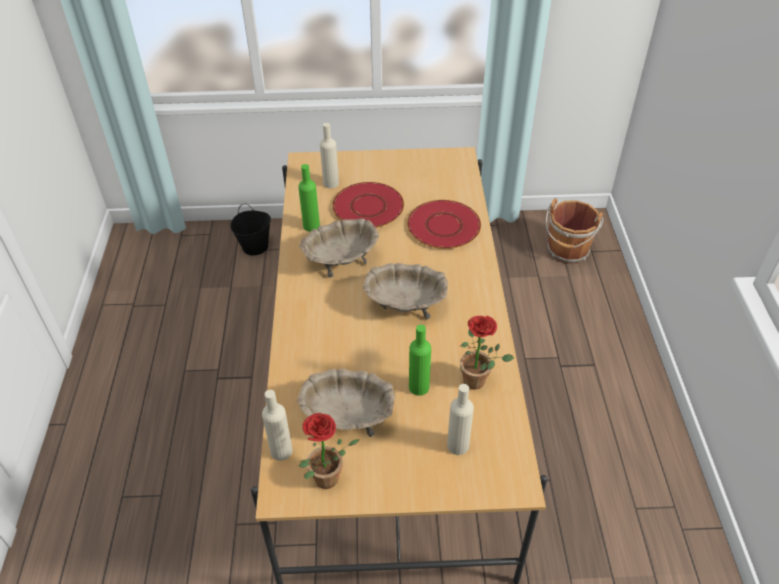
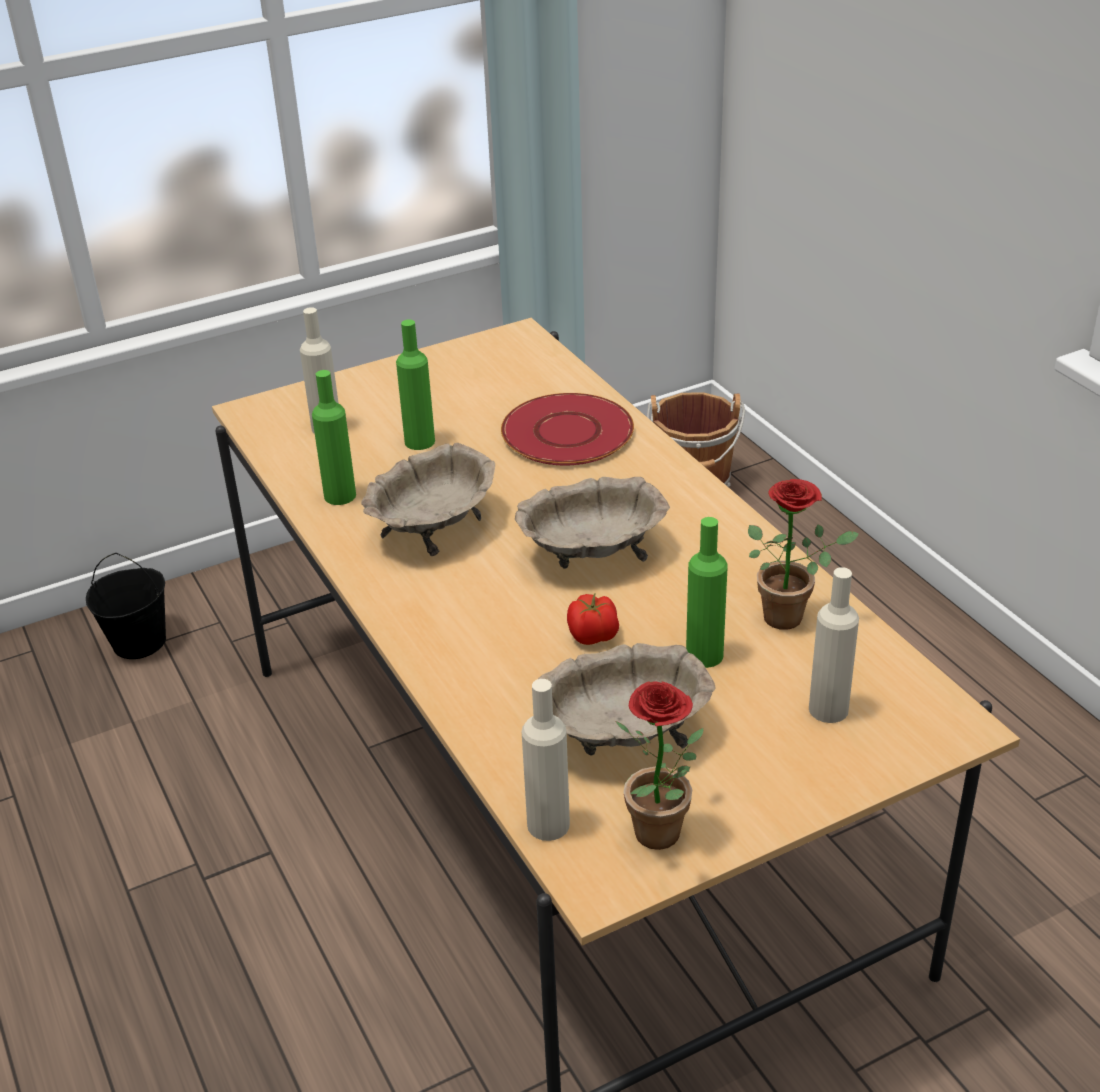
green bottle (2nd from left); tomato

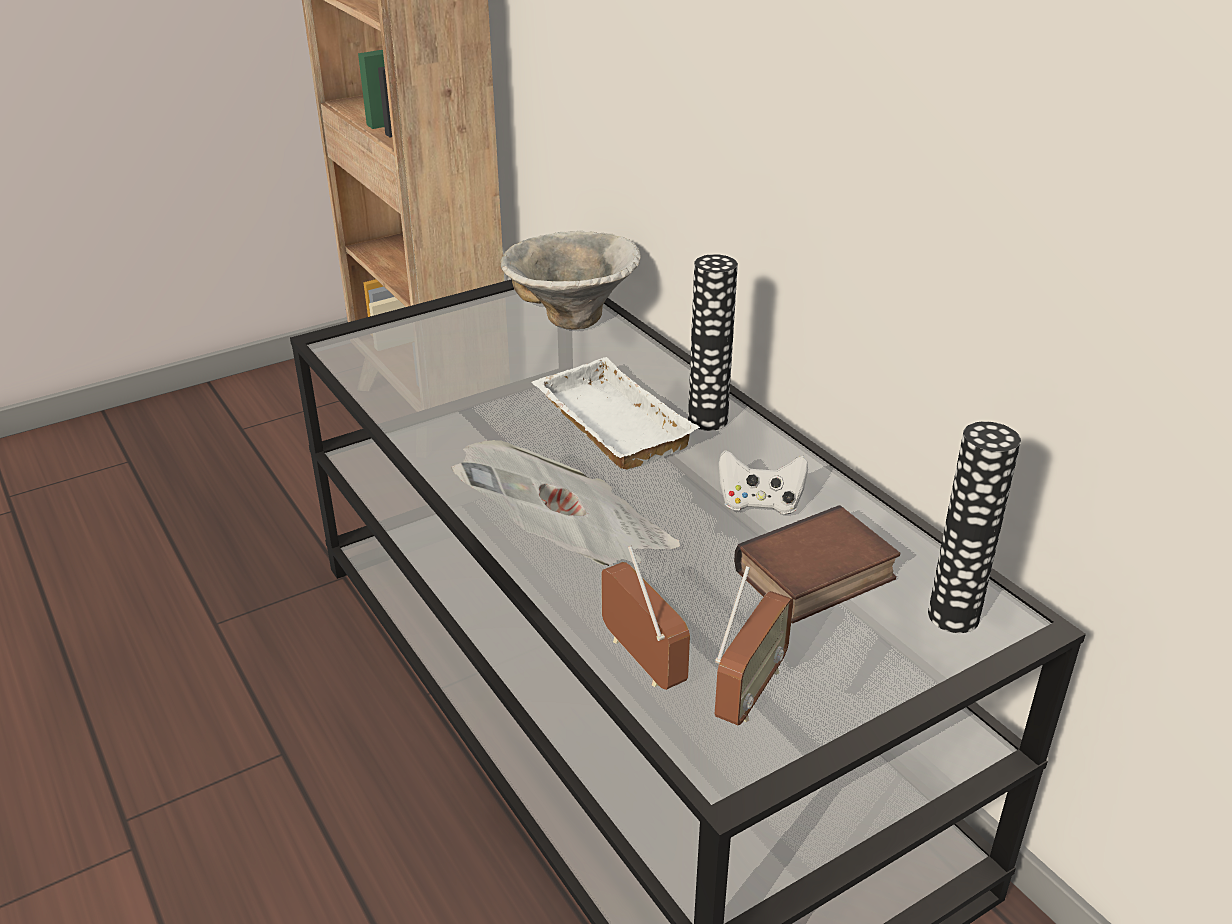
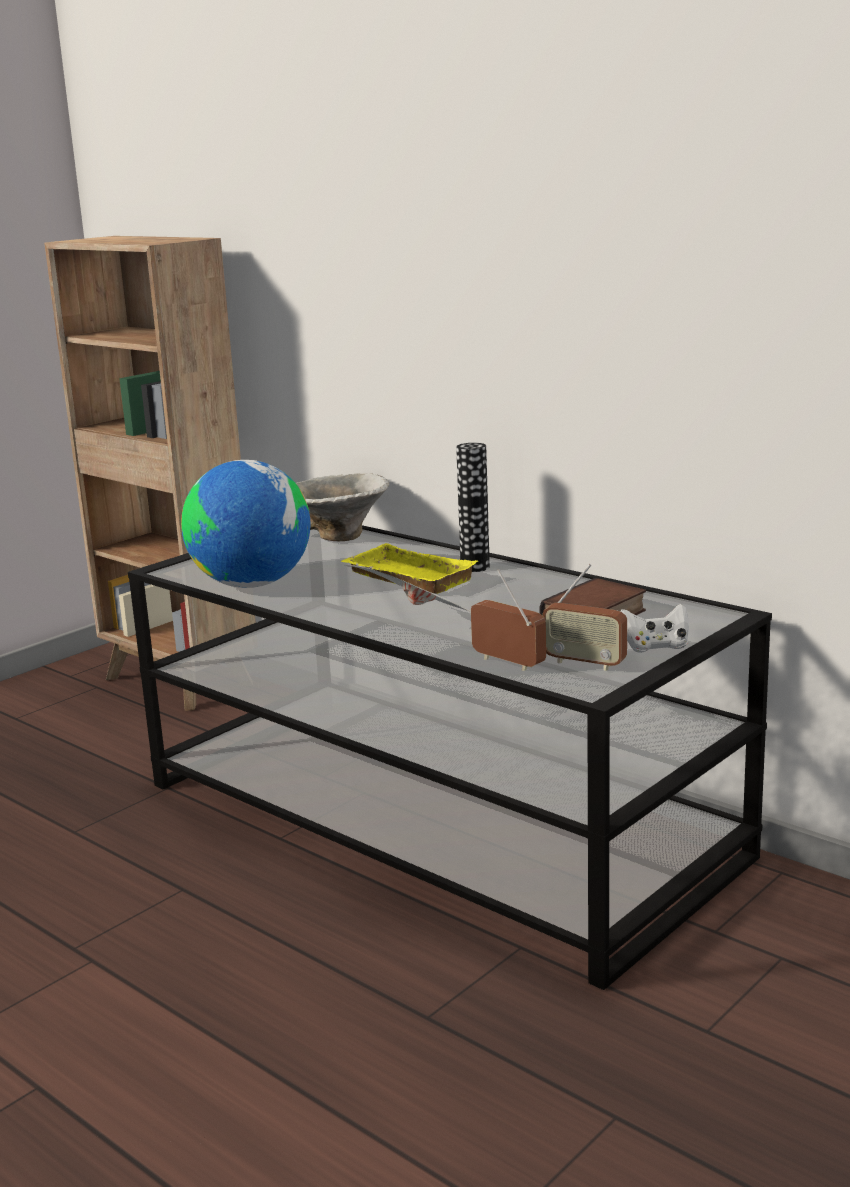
globe; yellow tray; radio (2nd from left); white game controller; vase (2nd from left in the first image)

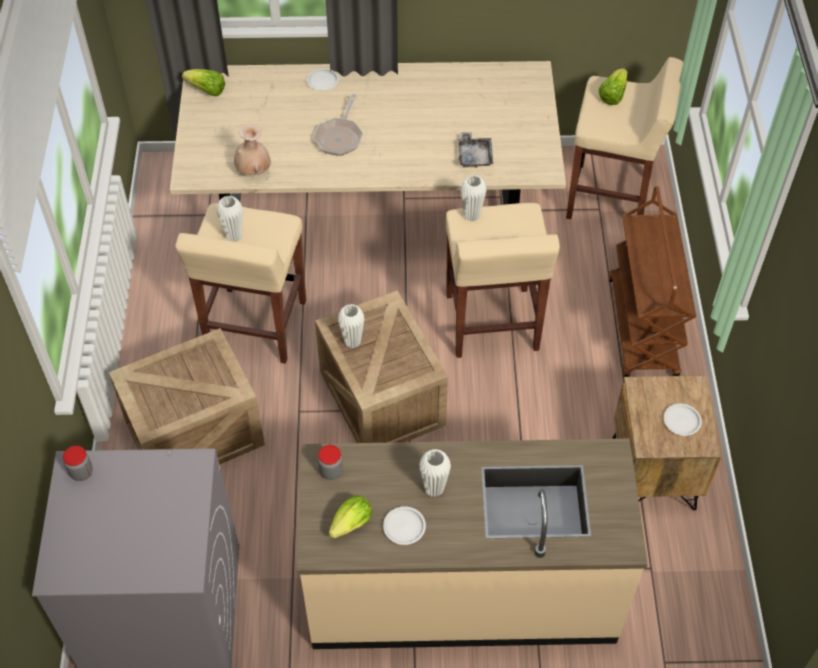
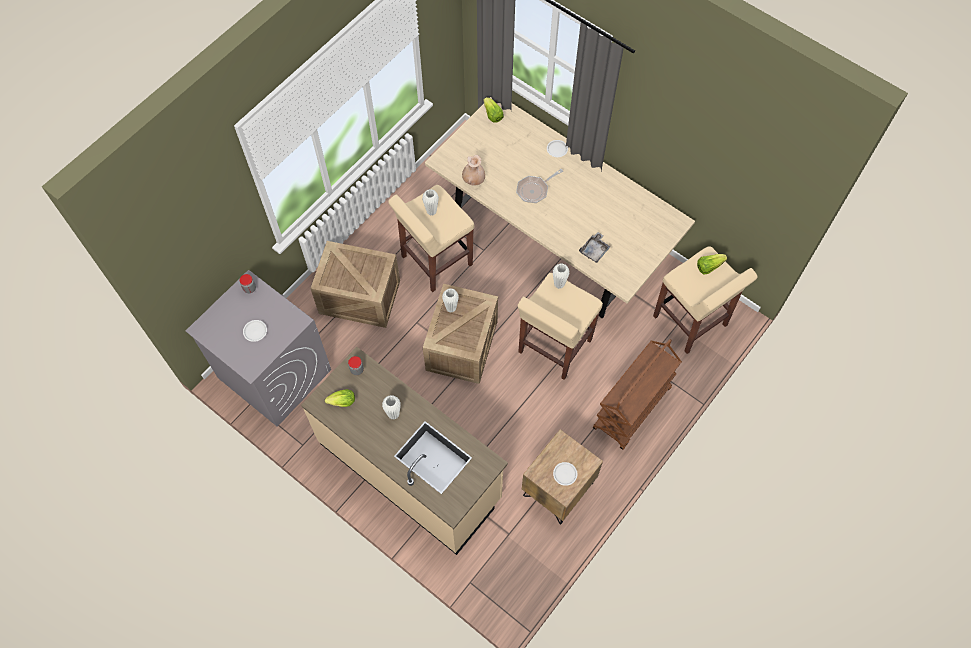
white plate (1st from left)

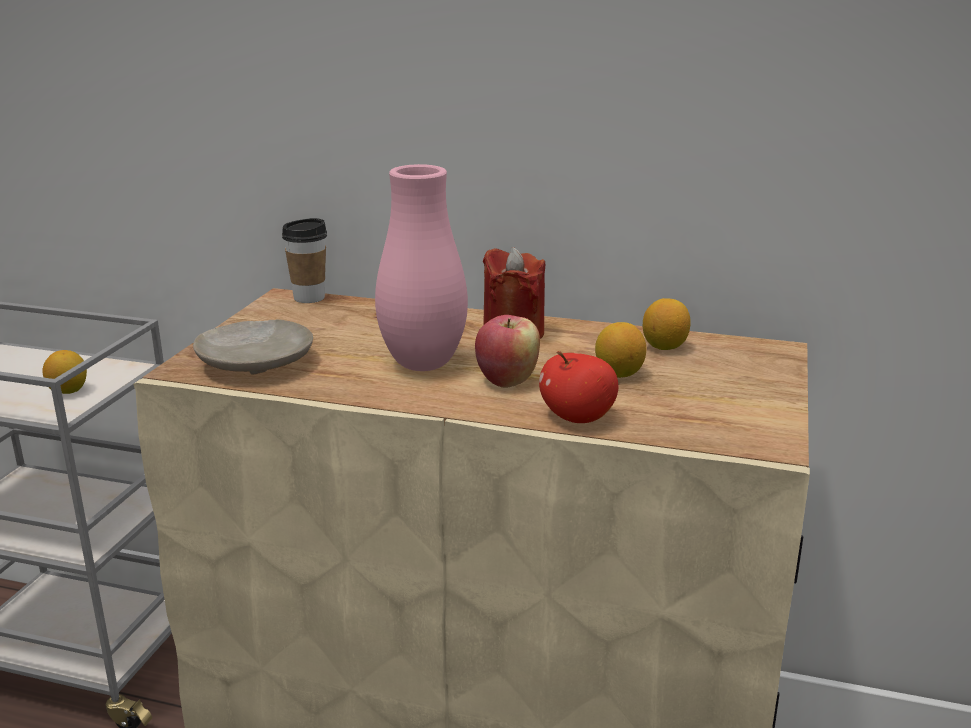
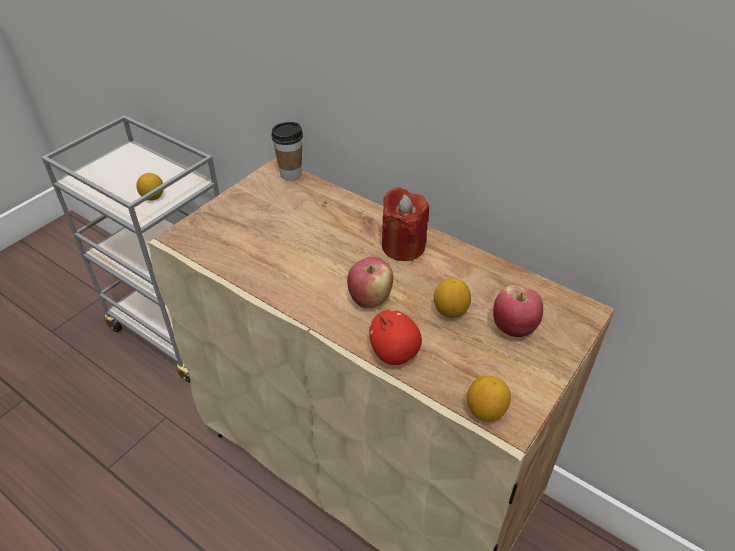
lemon (3rd from left); apple (3rd from left); beige plate; pink vase

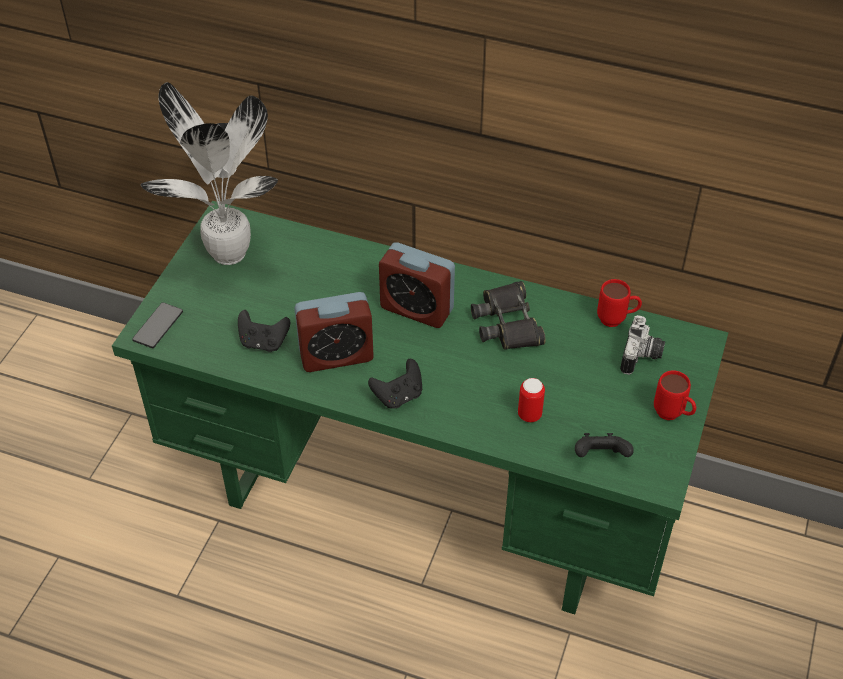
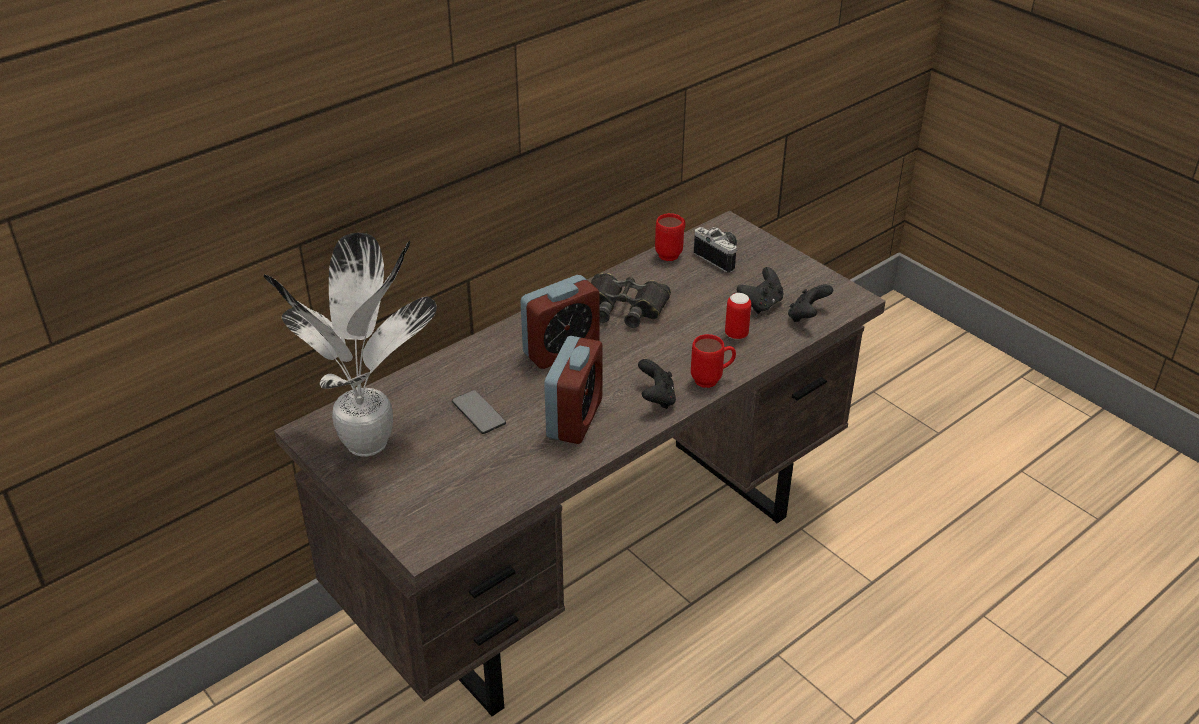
brown desk; phone; red mug (2nd from left); black game controller (2nd from left)

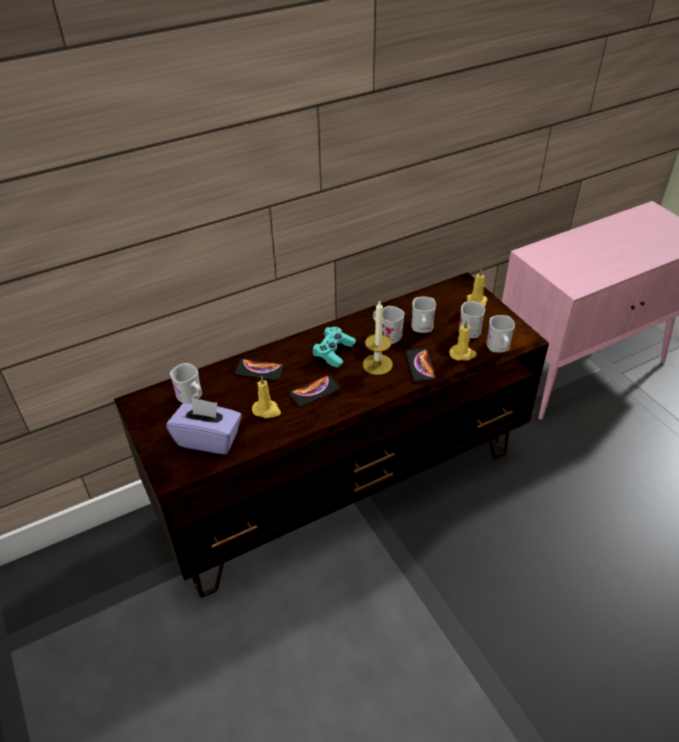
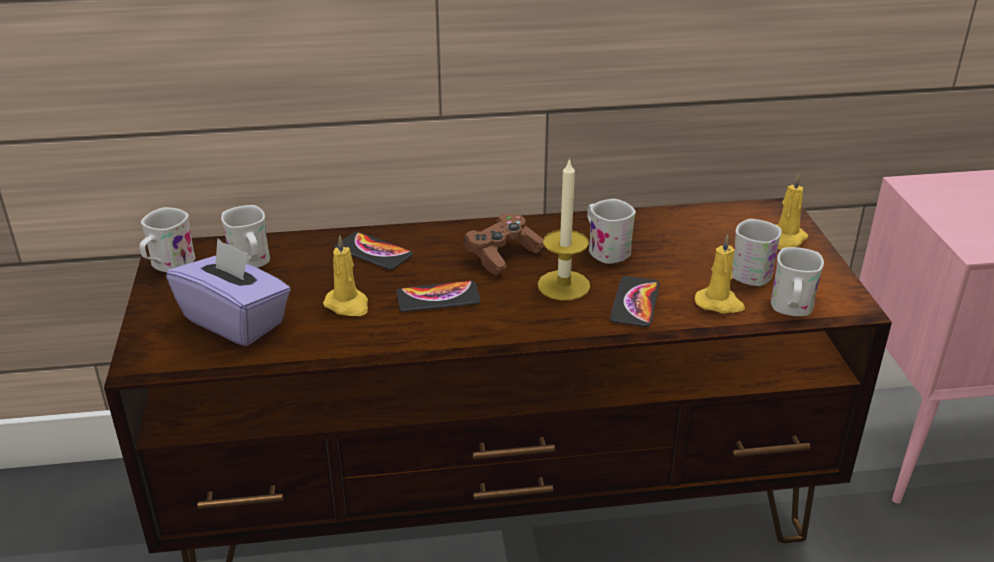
white mug (1st from left); brown game controller

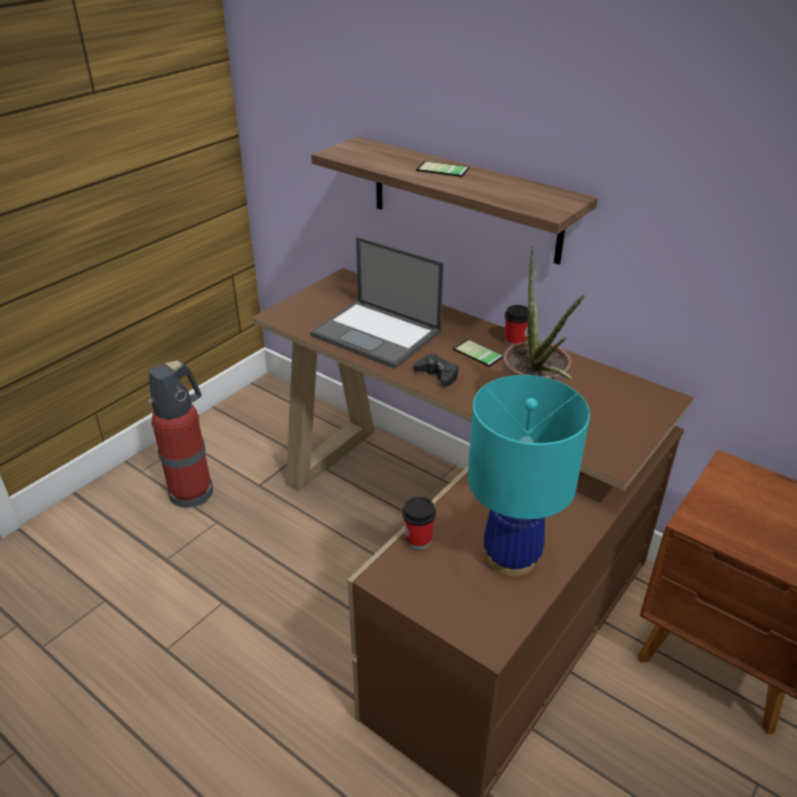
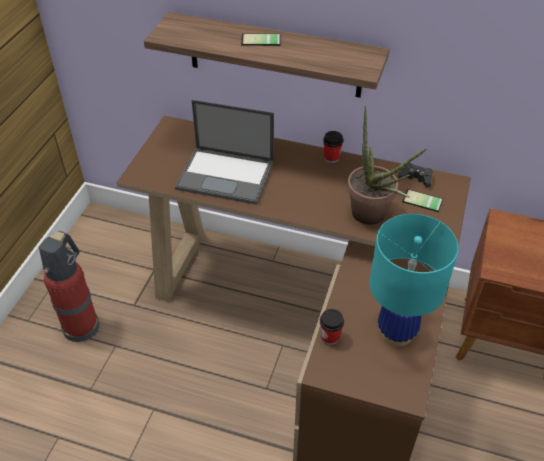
black game controller; phone (2nd from left)

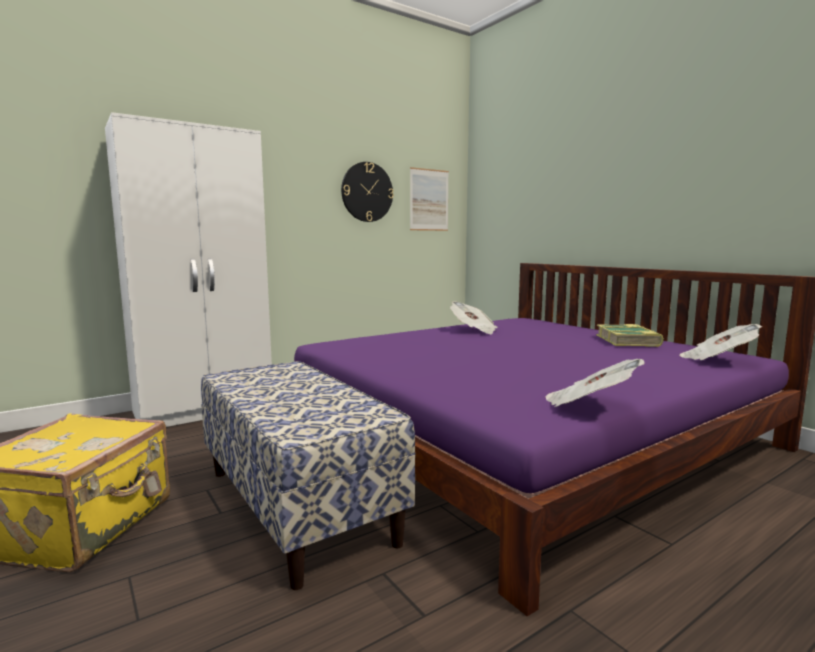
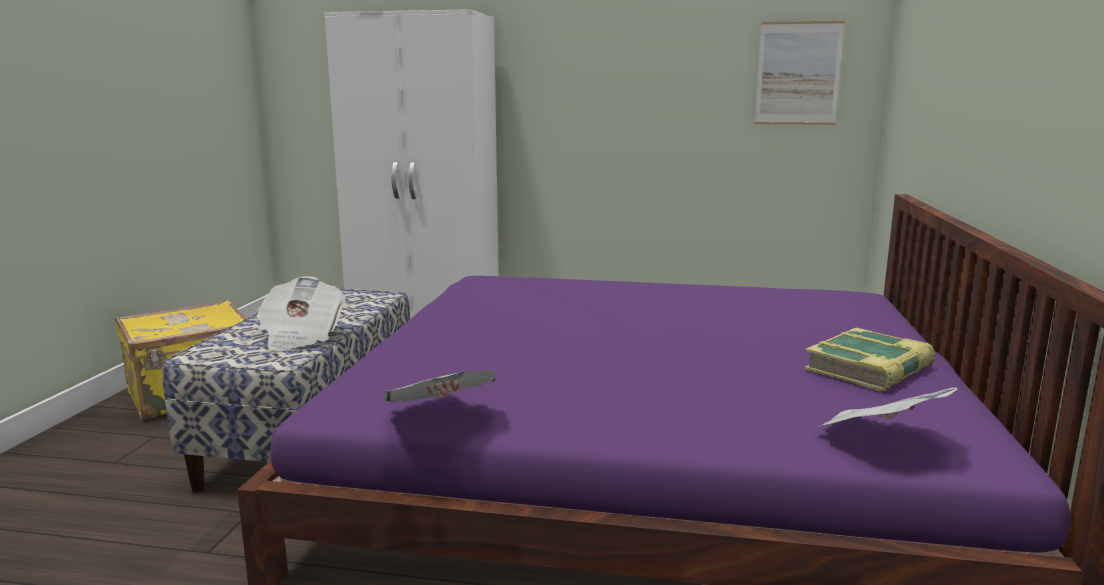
newspaper (1st from left); wall clock

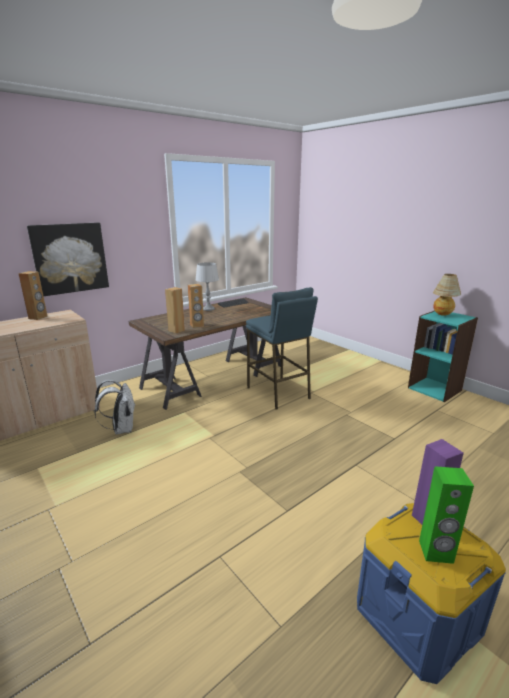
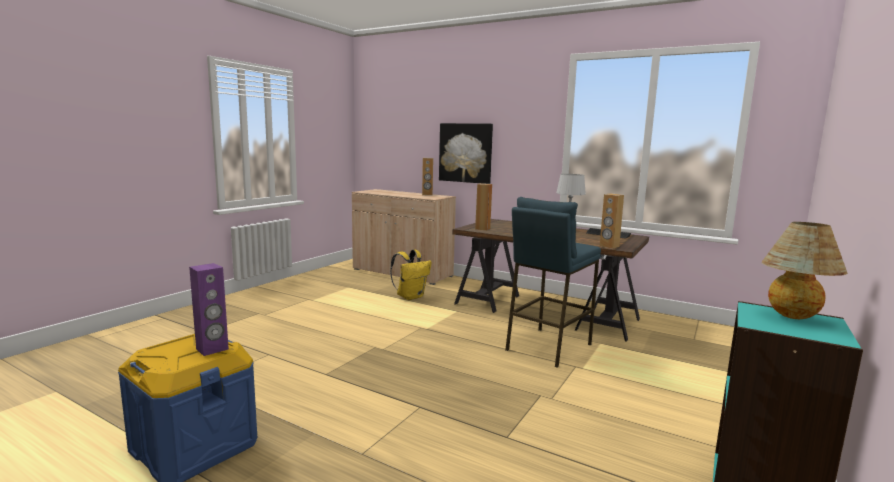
yellow backpack; brown speaker (3rd from left); green speaker

